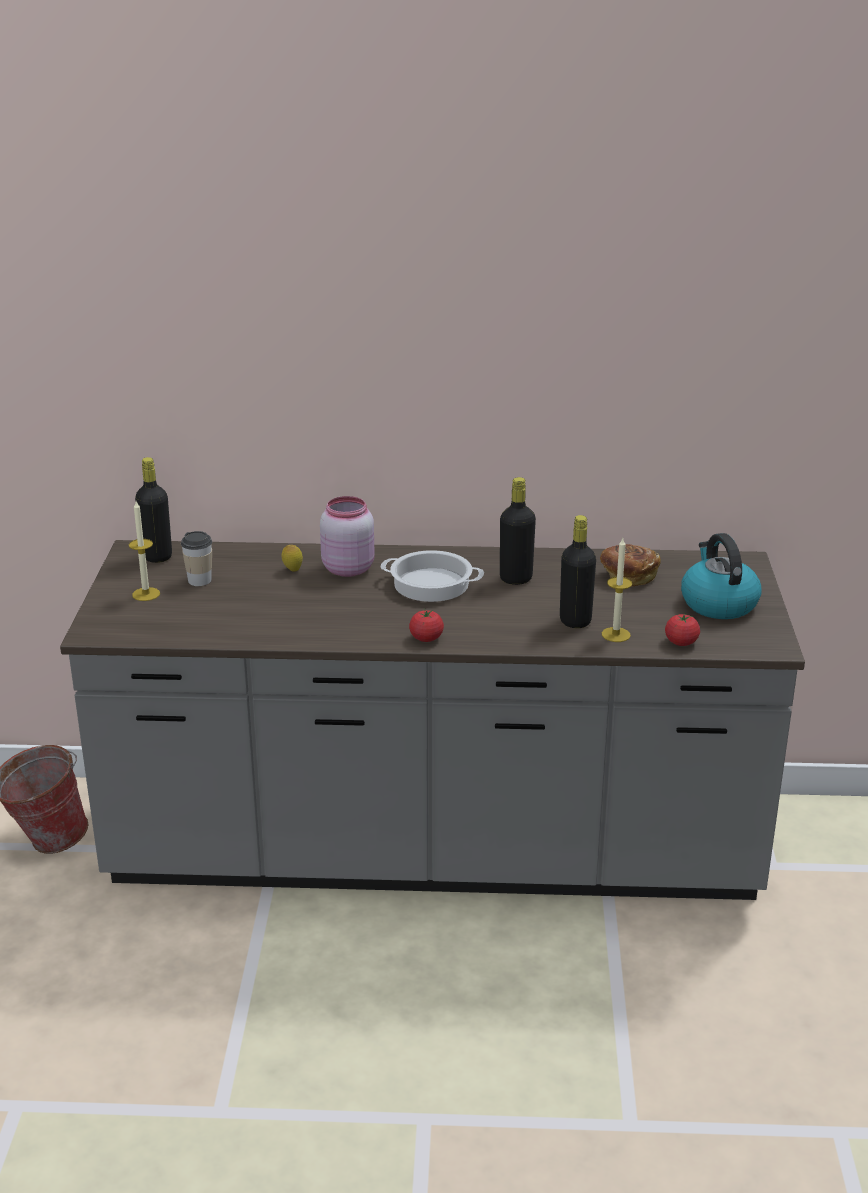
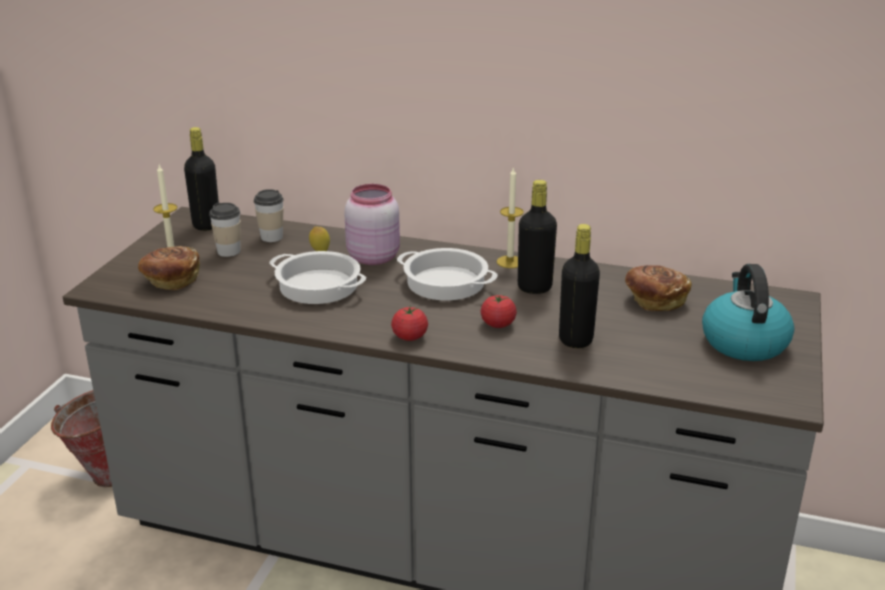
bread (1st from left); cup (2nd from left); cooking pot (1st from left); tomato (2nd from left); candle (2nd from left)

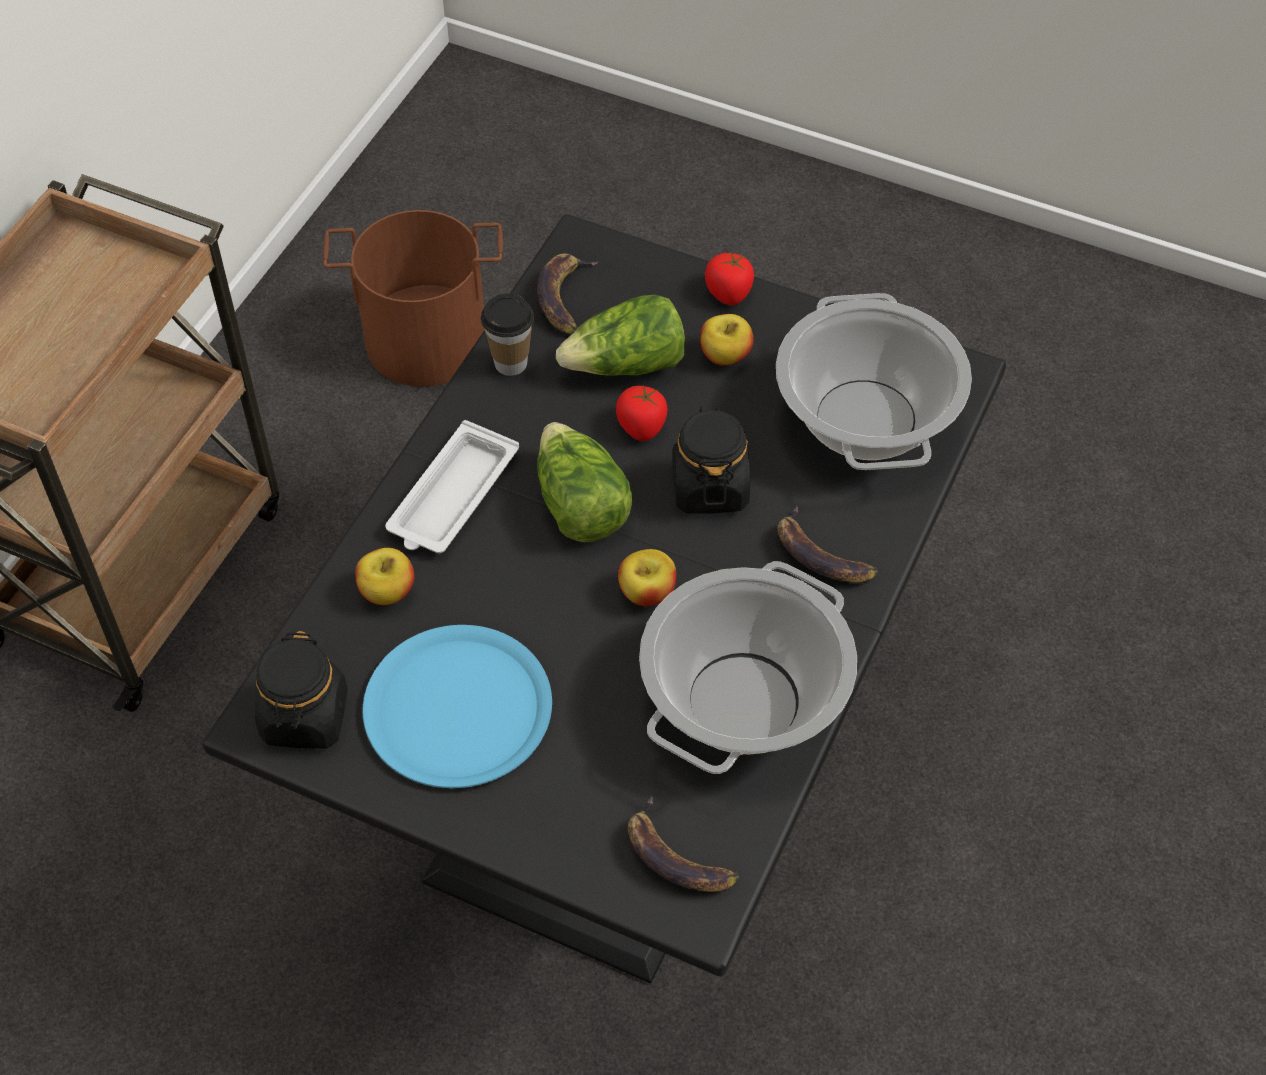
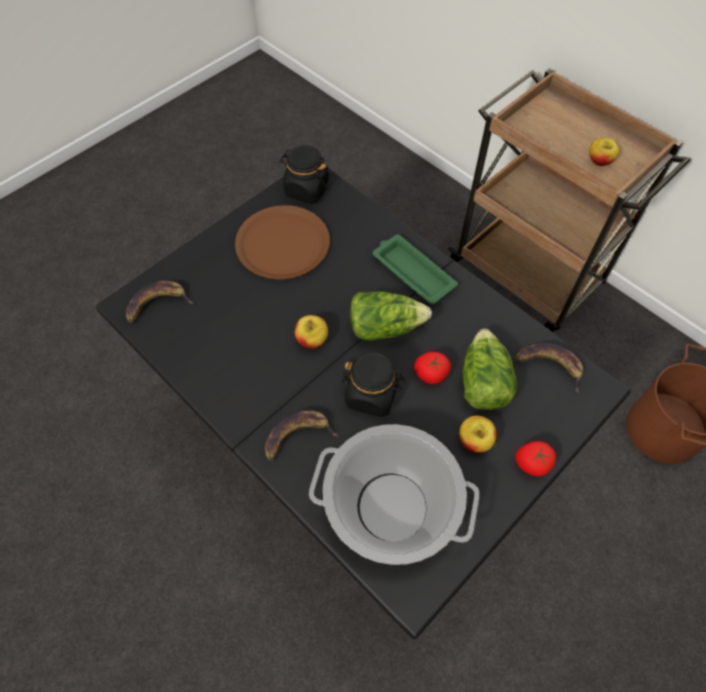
brown plate; green tray; apple (3rd from left); cup; cooking pot (1st from left in the first image)

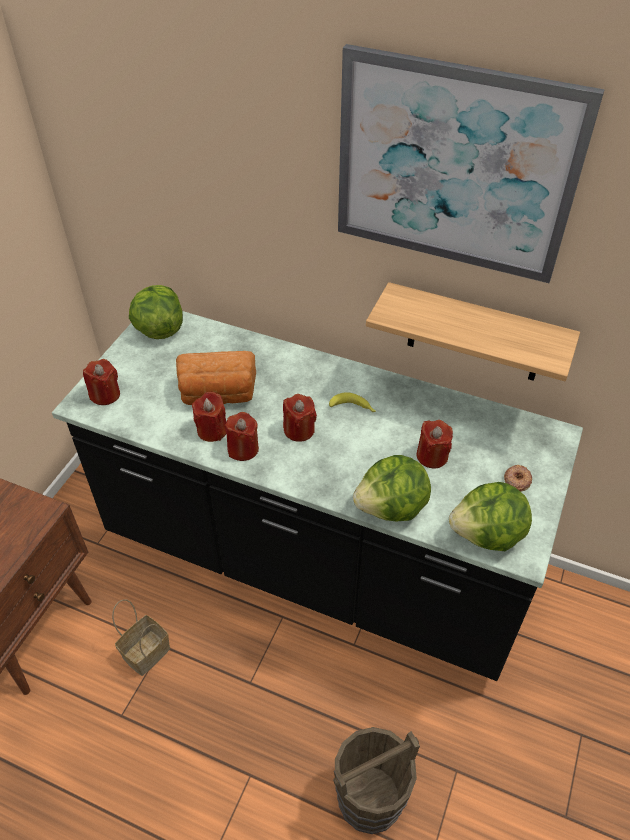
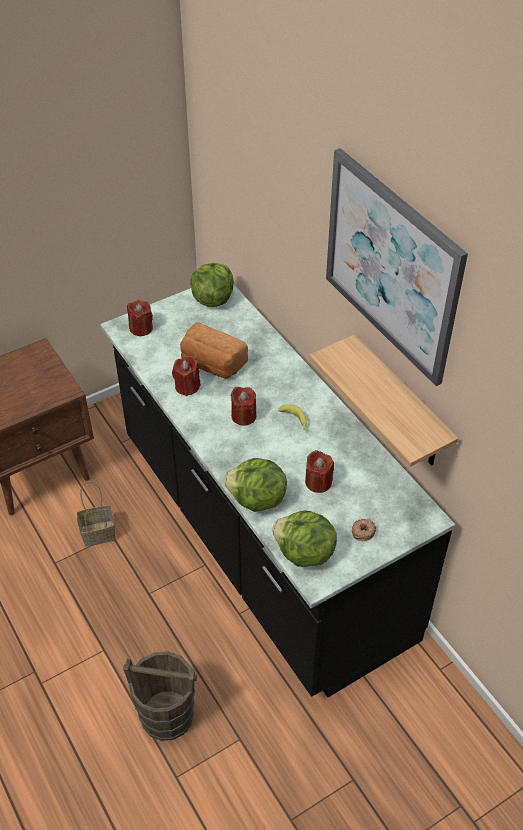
red candle (3rd from left in the first image)

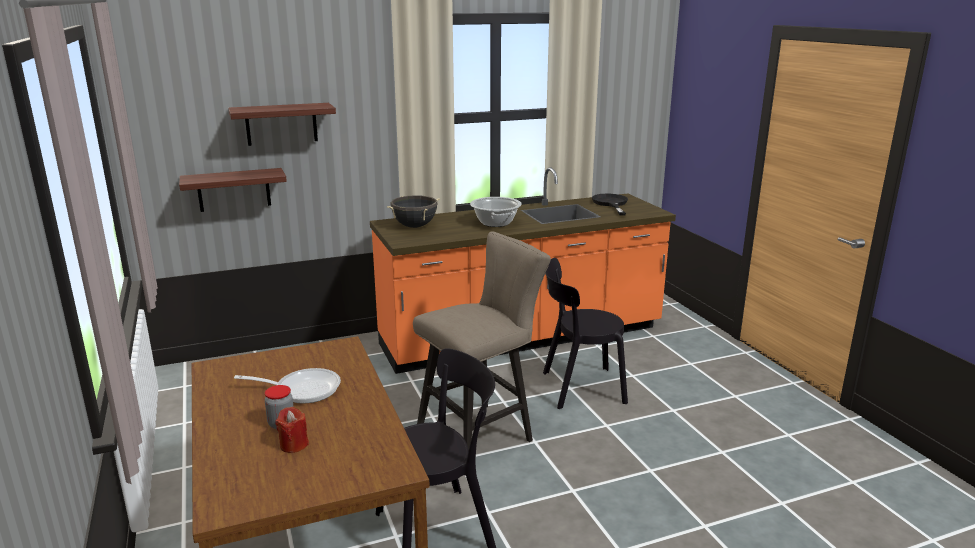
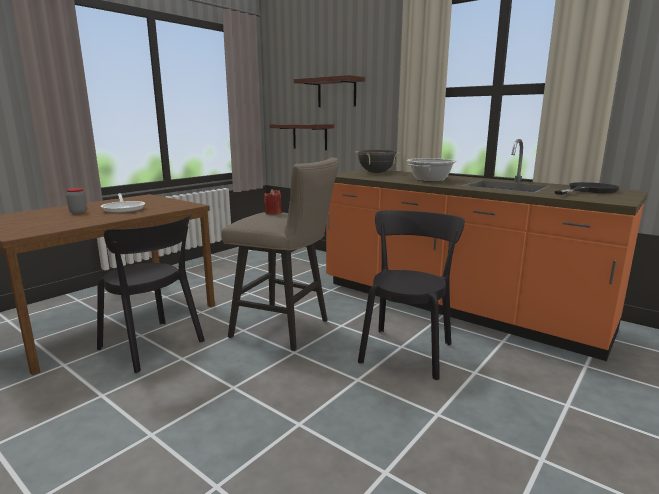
red candle; black chair (2nd from left)

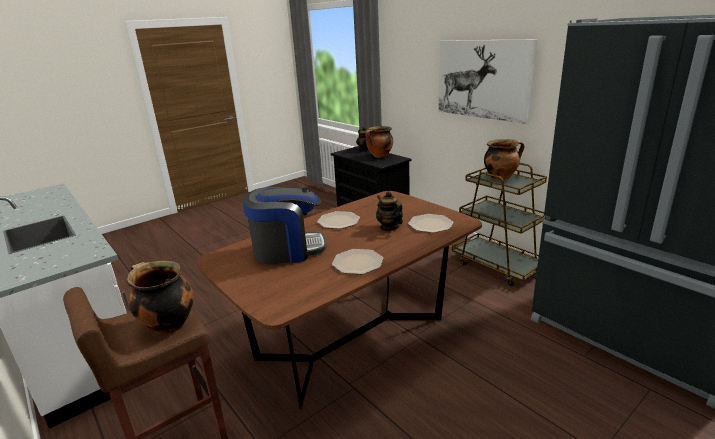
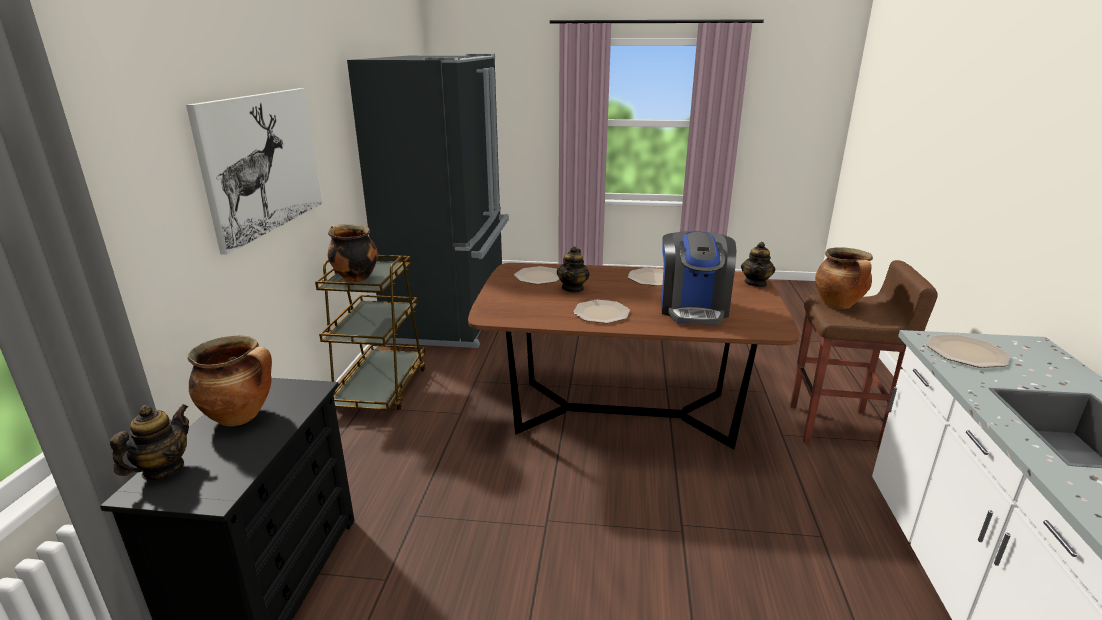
coffee machine; teapot (3rd from left); plate (4th from left)

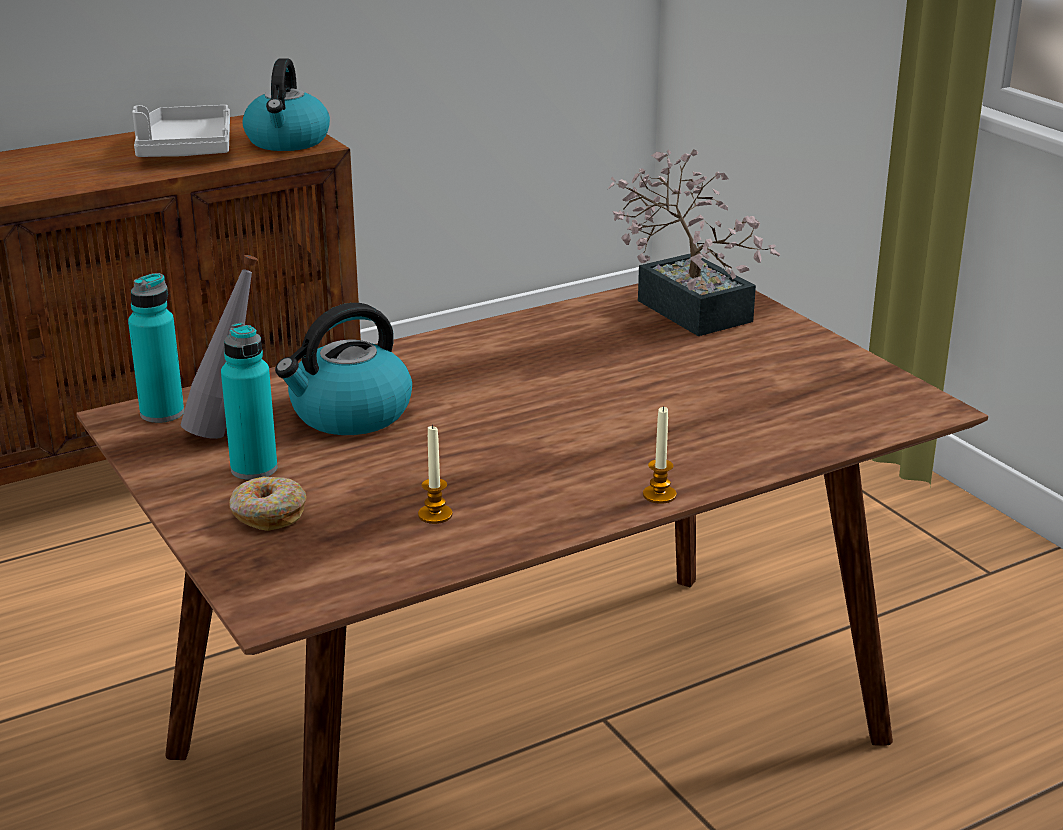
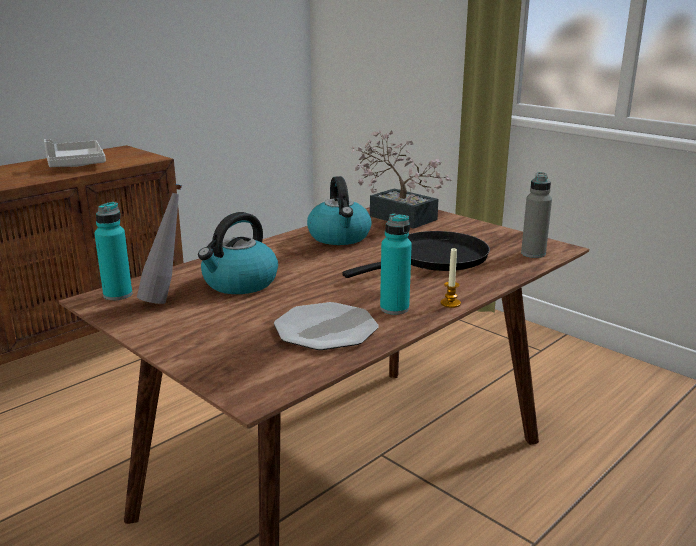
plate; kettle (2nd from left); black frying pan; turquoise bottle (2nd from left); grey bottle (2nd from left); donut

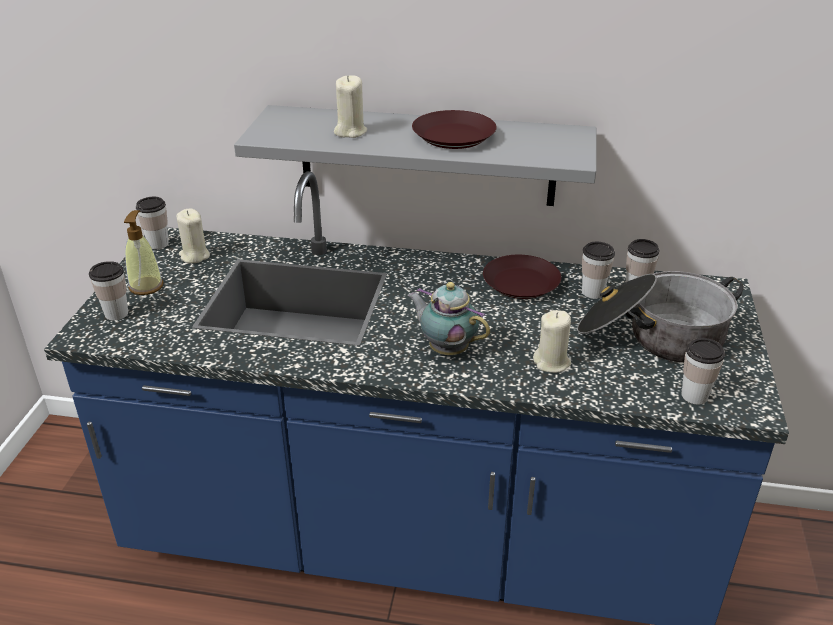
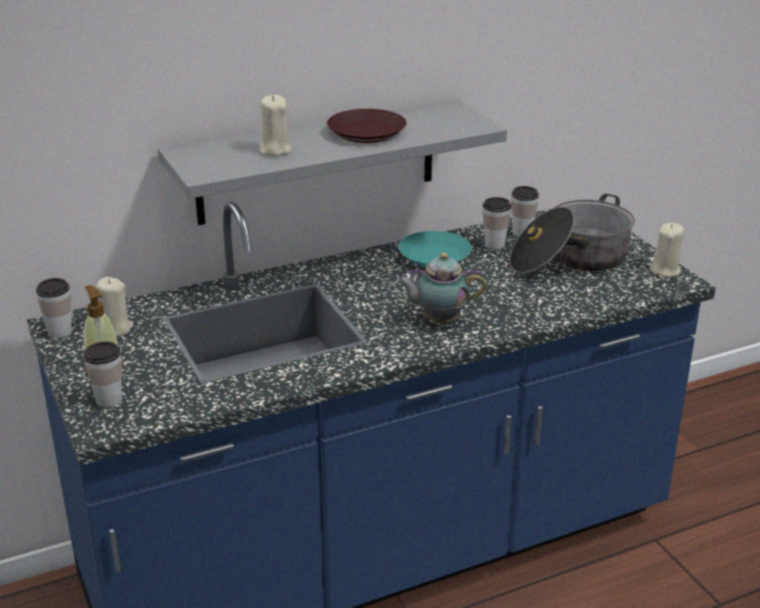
turquoise plate; beige candle (3rd from left); cup (5th from left in the first image)

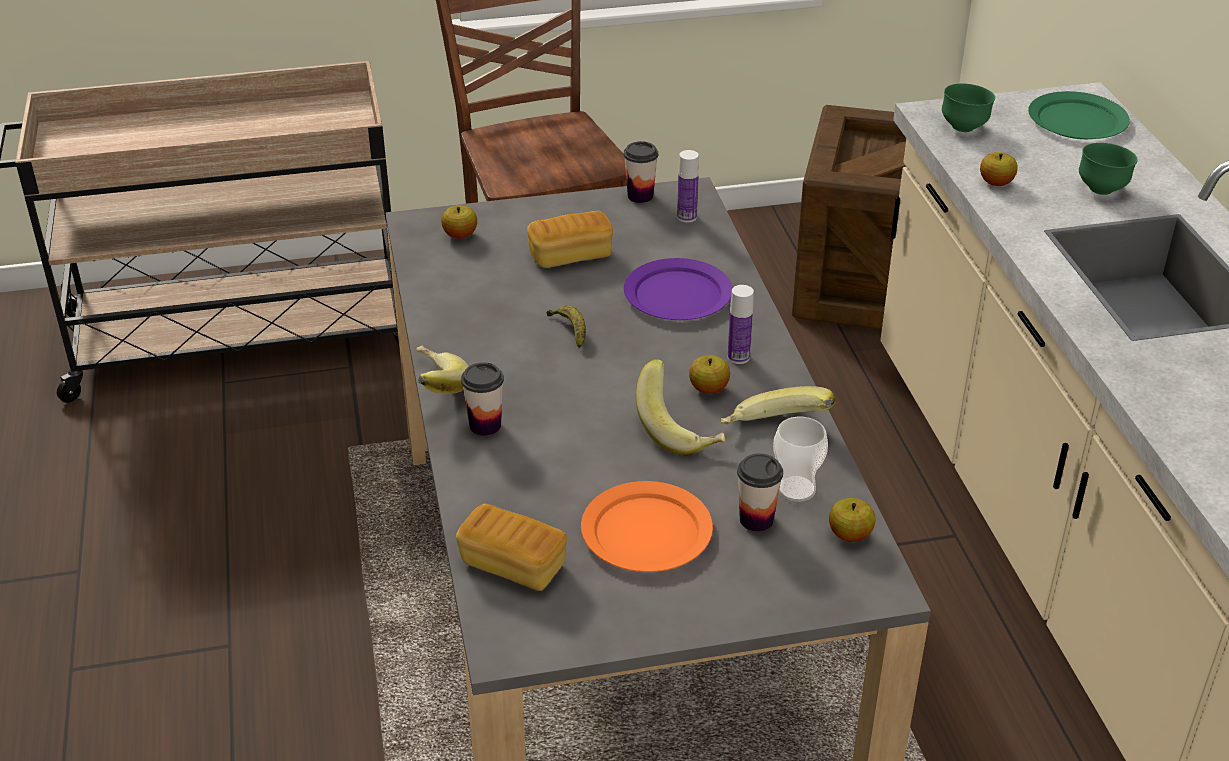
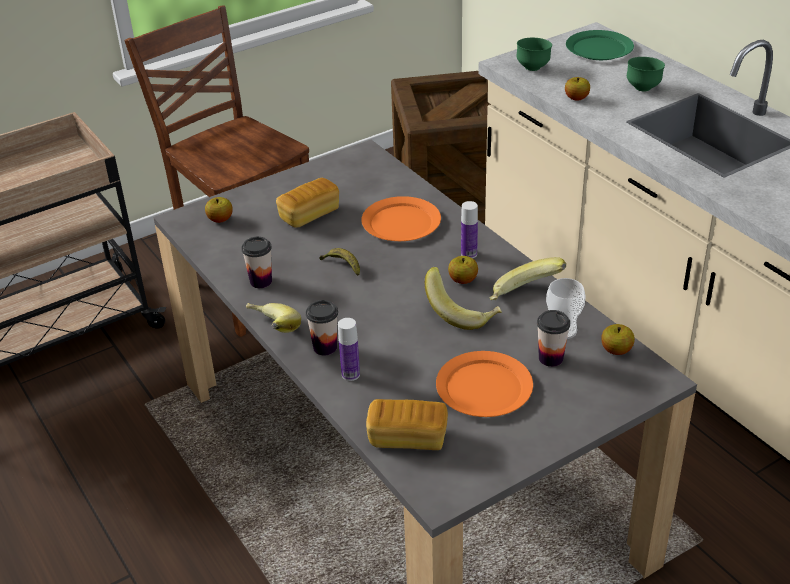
cup (1st from left); bottle (1st from left); orange plate (1st from left)

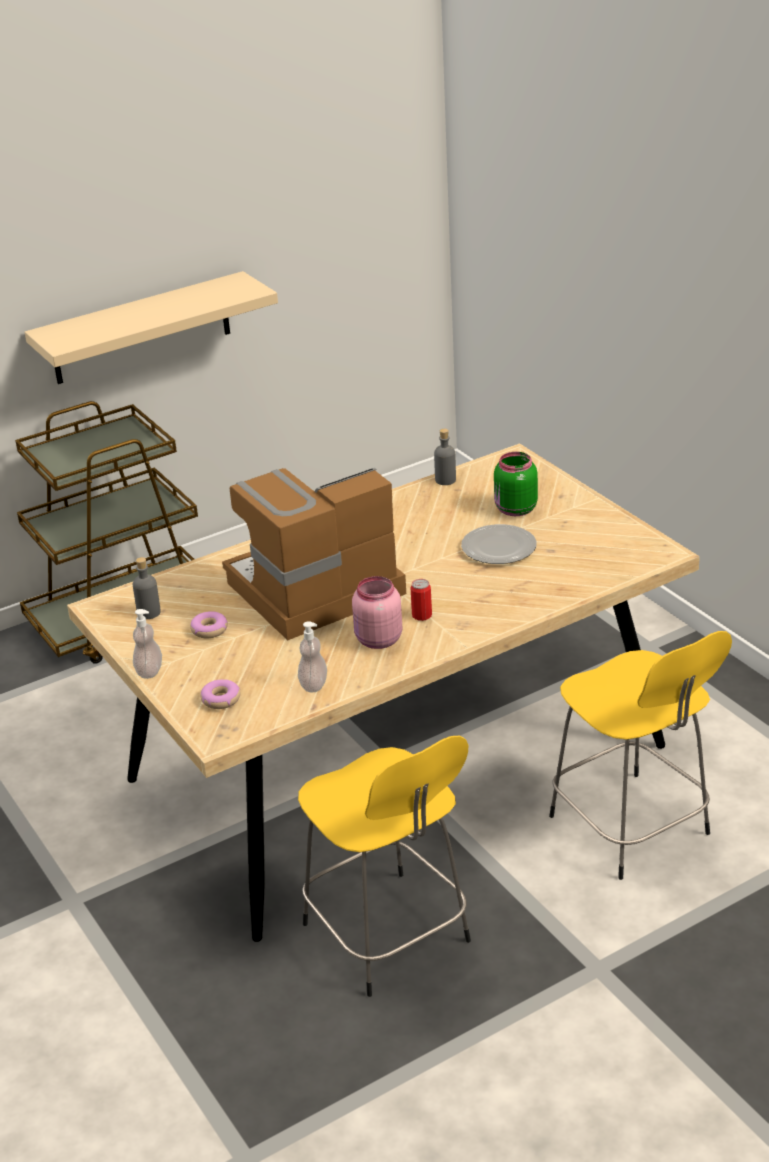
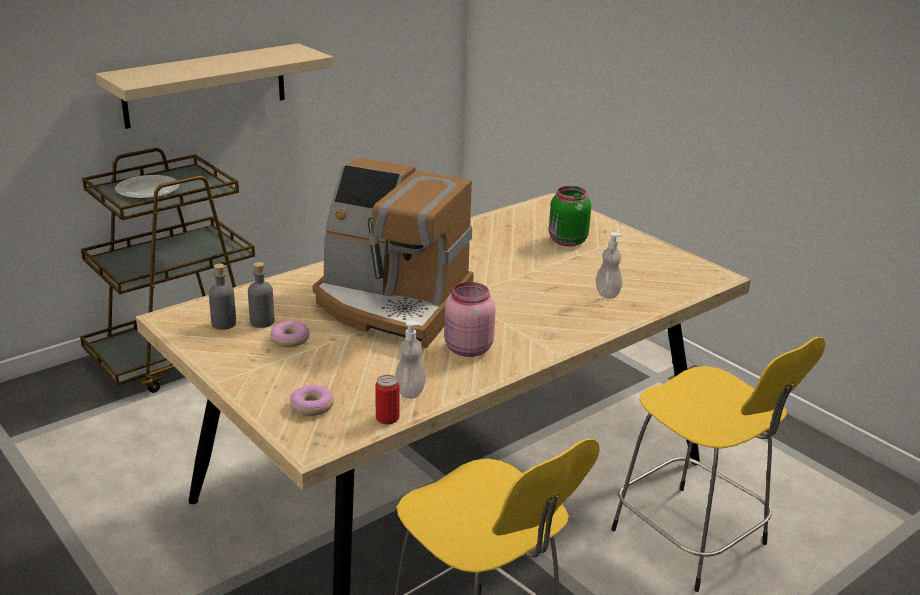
plate; grey bottle (2nd from left); coffee machine; can; soap dispenser (2nd from left)

